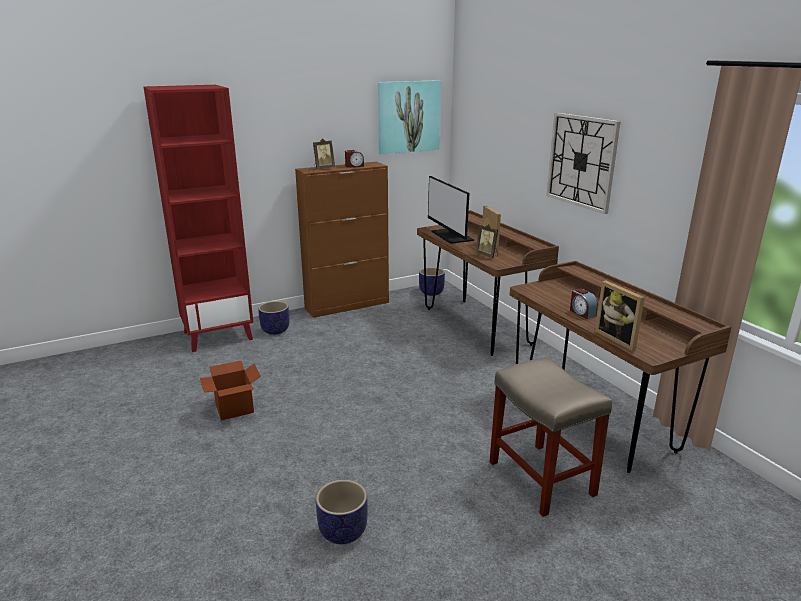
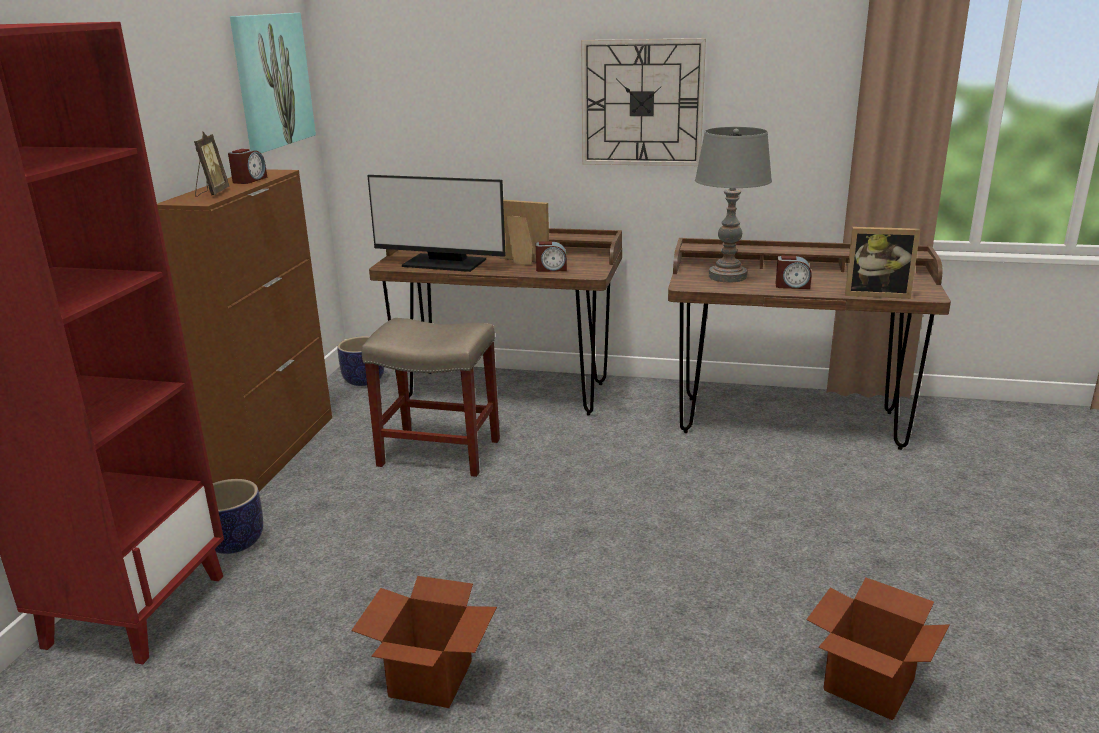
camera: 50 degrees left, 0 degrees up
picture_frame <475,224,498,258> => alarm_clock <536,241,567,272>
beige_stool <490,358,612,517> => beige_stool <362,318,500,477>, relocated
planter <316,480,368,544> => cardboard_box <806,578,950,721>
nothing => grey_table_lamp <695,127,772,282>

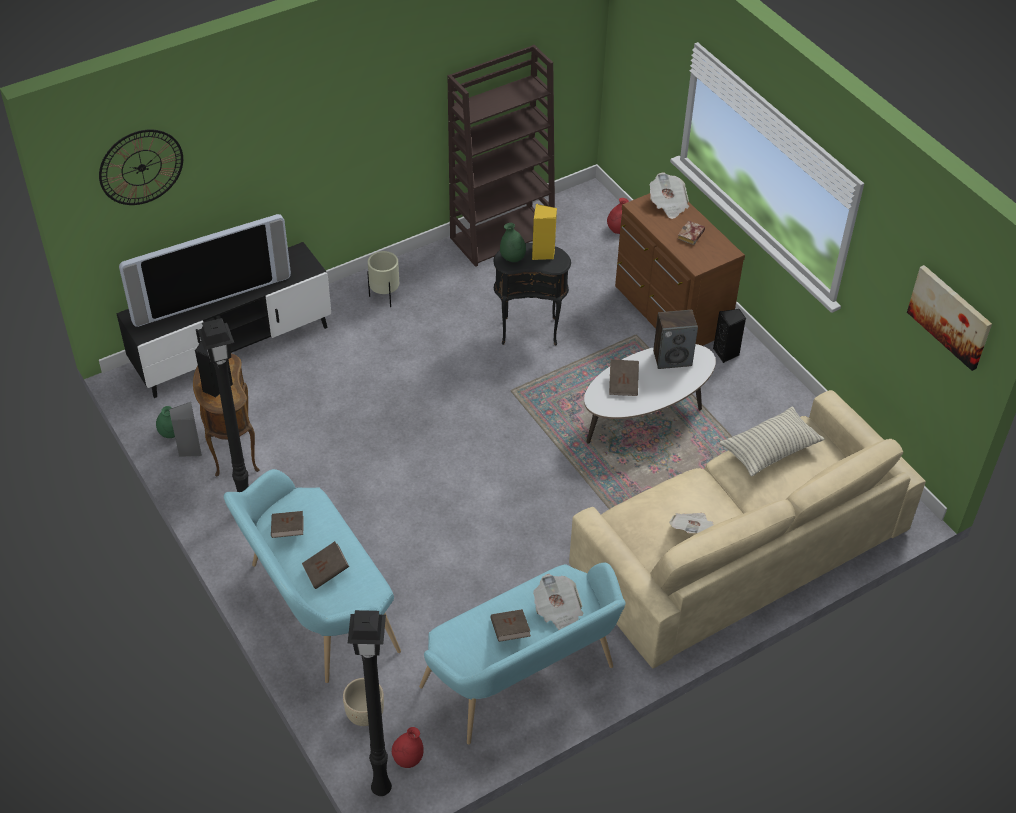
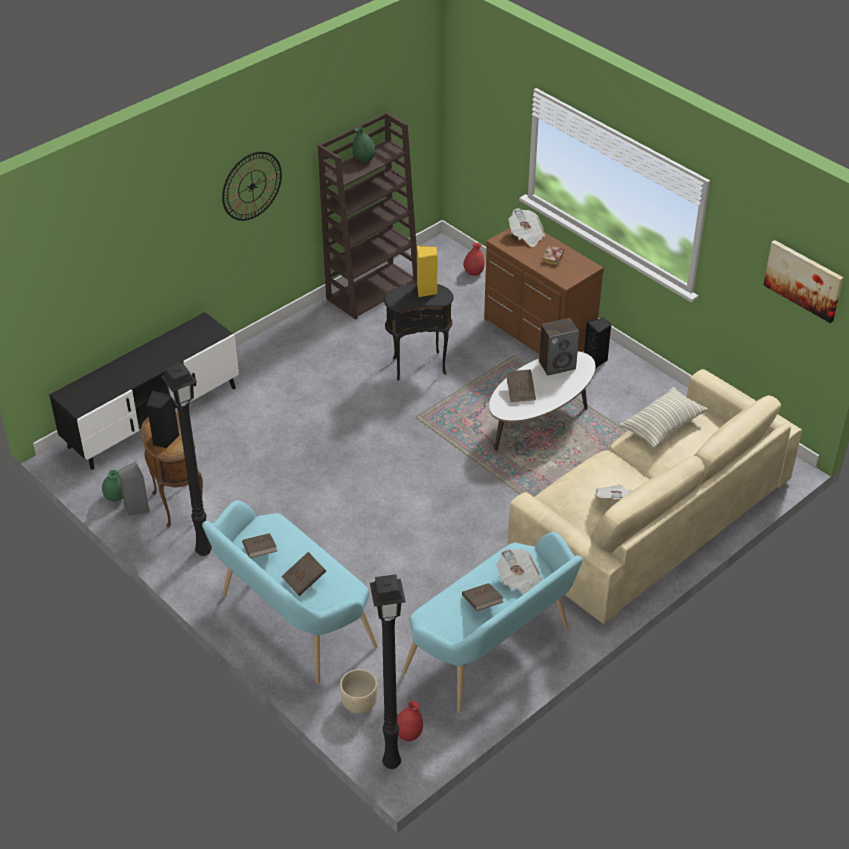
camera: 10 degrees left, 5 degrees down
wall_clock <99,129,183,205> => wall_clock <222,152,282,221>, relocated
television <119,214,291,327> => nothing
green_vase <500,223,526,262> => green_vase <353,126,375,162>, relocated
beige_planter <367,251,399,307> => nothing

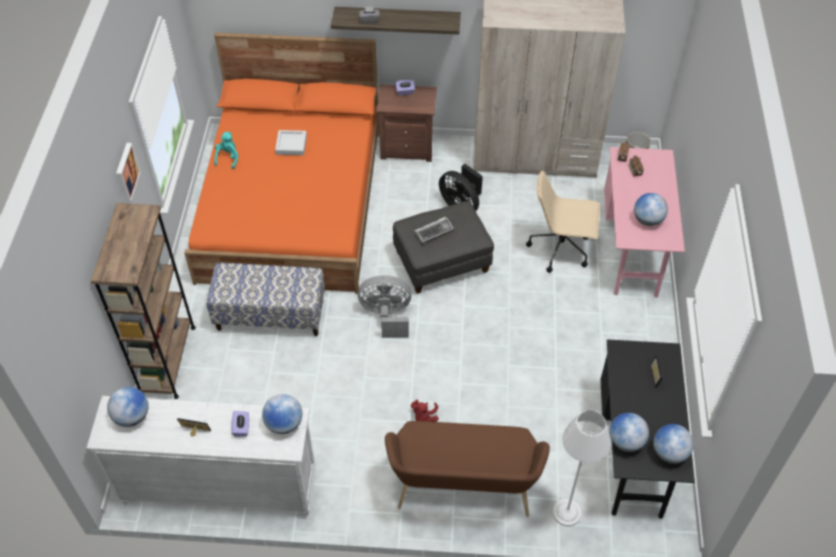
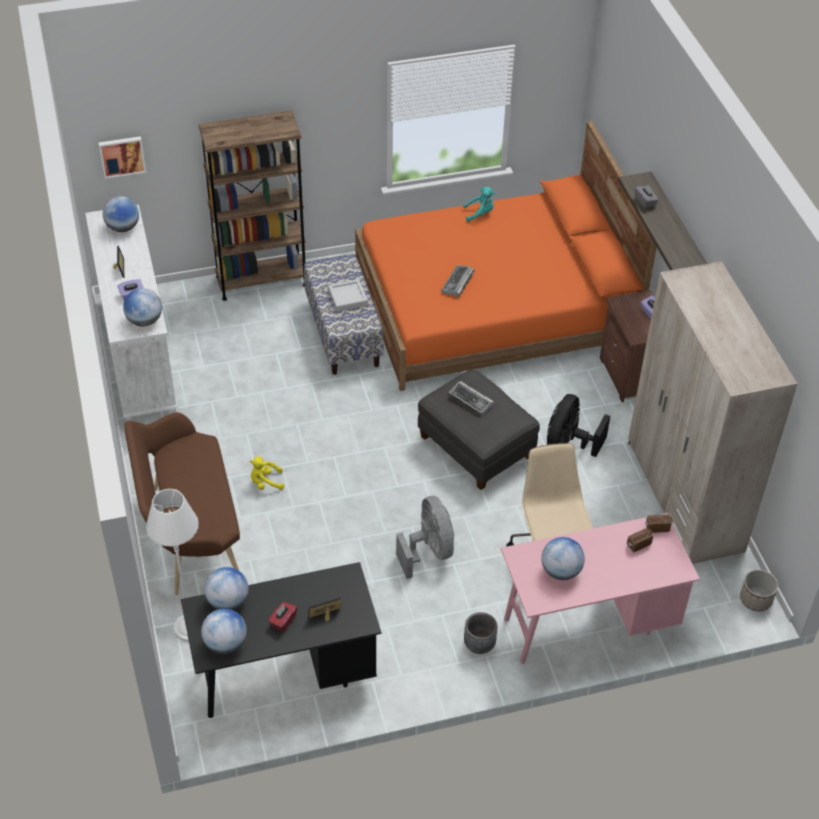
camera: 70 degrees right, 5 degrees down
grey_tray <275,130,307,155> => grey_tray <328,279,368,312>, relocated
picture <116,143,141,202> => picture <99,136,146,179>, relocated
grey_fan <358,275,411,338> => grey_fan <396,496,454,579>, relocated
red_plush_toy <411,399,439,422> => yellow_plush_toy <250,456,284,490>
nothing => keyboard <441,265,474,297>
nothing => red_tissue_box <268,602,297,632>
nothing => grey_planter <464,612,497,654>

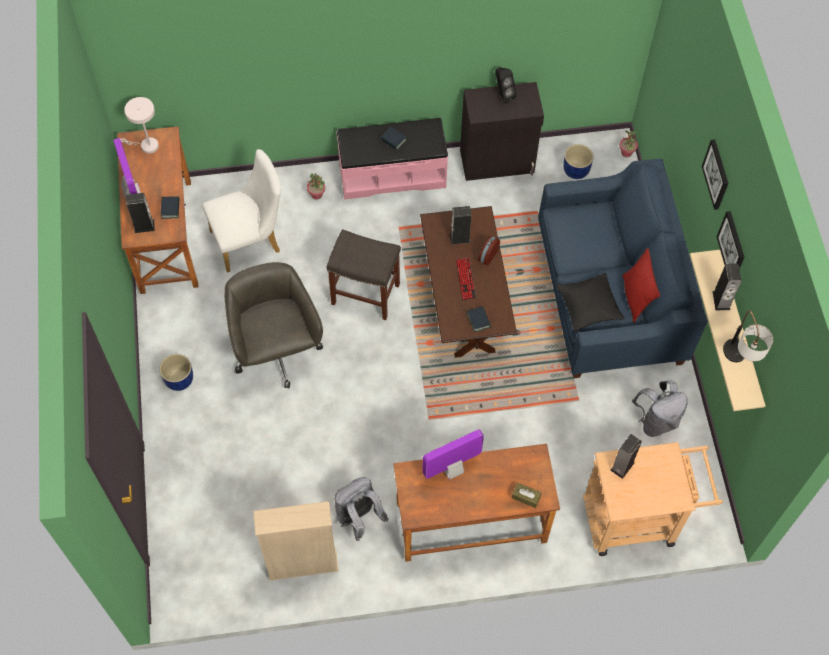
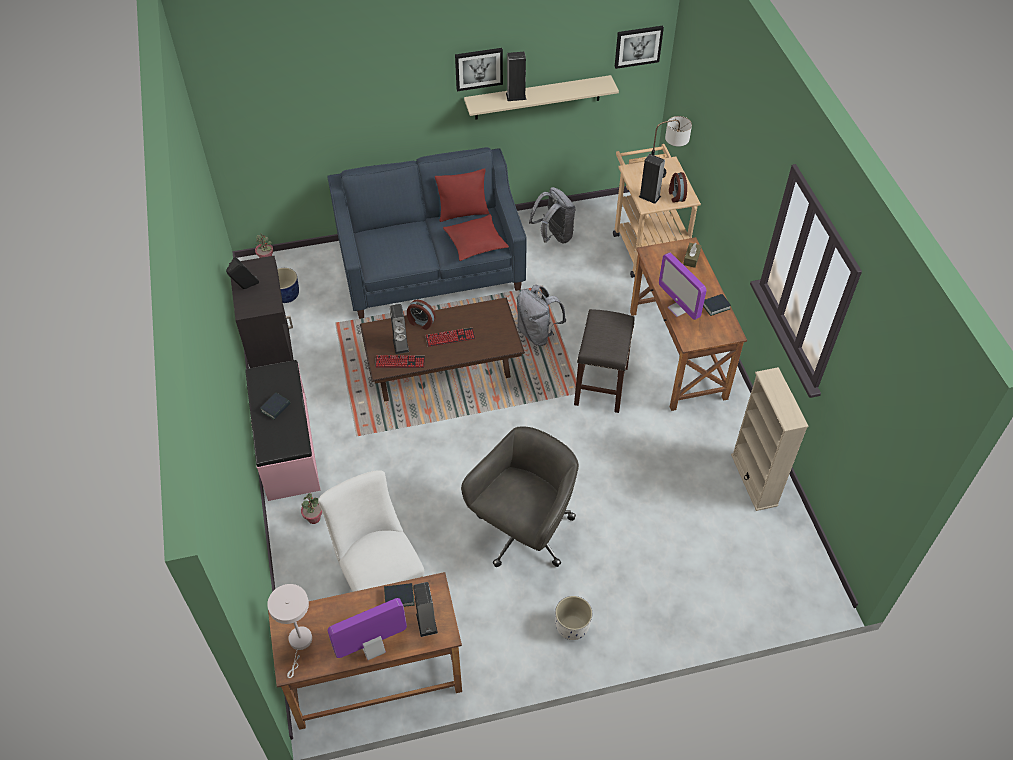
camera: 95 degrees left, 10 degrees down
picture <702,139,728,210> => picture <615,26,664,69>, relocated
grey_stool <327,229,401,320> => grey_stool <574,309,635,413>, relocated
grey_office_chair <225,262,323,388> => grey_office_chair <461,426,579,567>, 150 degrees clockwise
black_pillow <556,273,625,332> => red_pillow <443,214,509,261>
book <467,306,491,332> => book <703,294,731,316>, relocated
table_lamp <723,310,773,362> => table_lamp <652,116,692,178>, relocated
blue_planter <159,354,193,391> => white_planter <555,596,592,640>
grey_backpack <335,477,389,541> => grey_backpack <517,285,566,346>, relocated
nothing => alarm_clock <669,172,687,203>
nothing => keyboard <375,355,425,368>

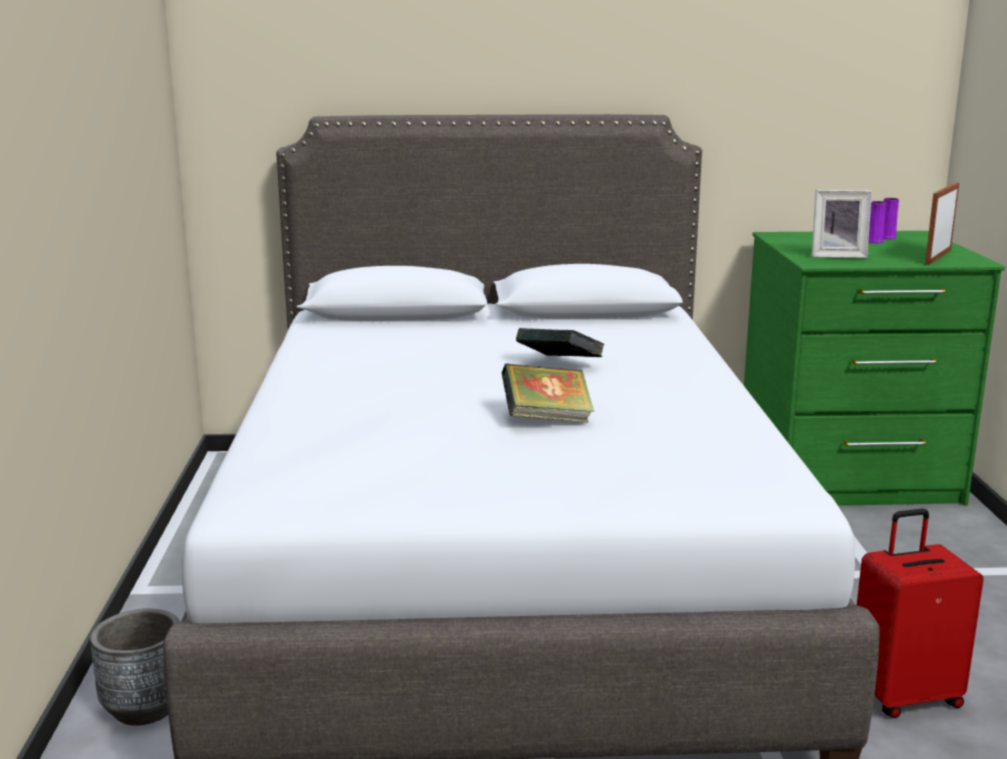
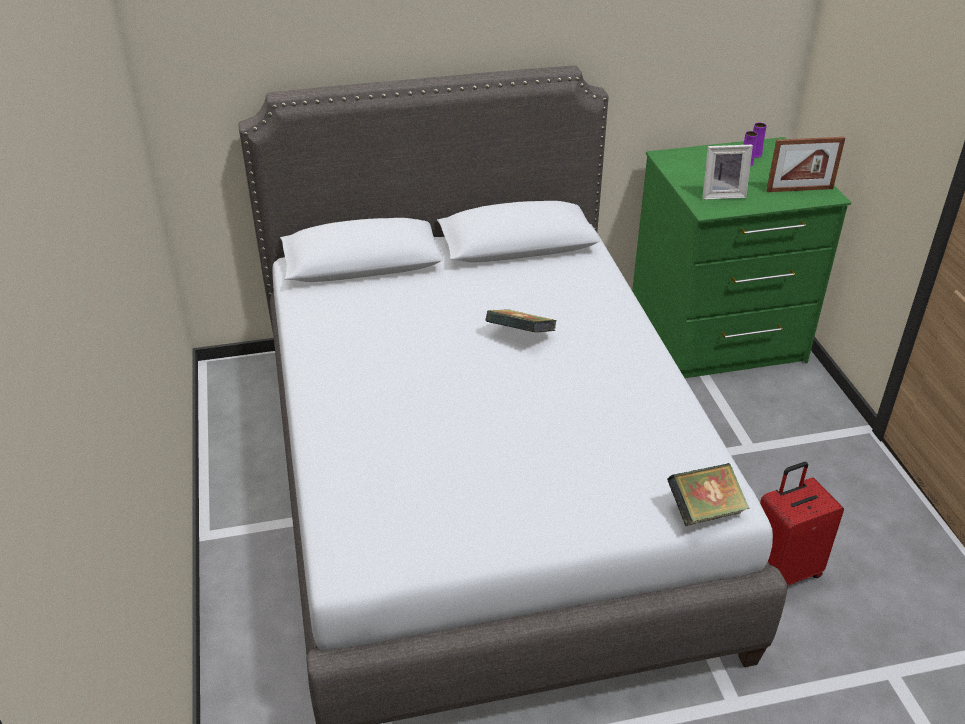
camera: 10 degrees left, 20 degrees up
picture_frame <925,182,959,265> => picture_frame <766,137,845,192>, 120 degrees counterclockwise
book <502,363,594,423> => book <667,463,749,526>, relocated
grey_planter <90,608,180,725> => nothing

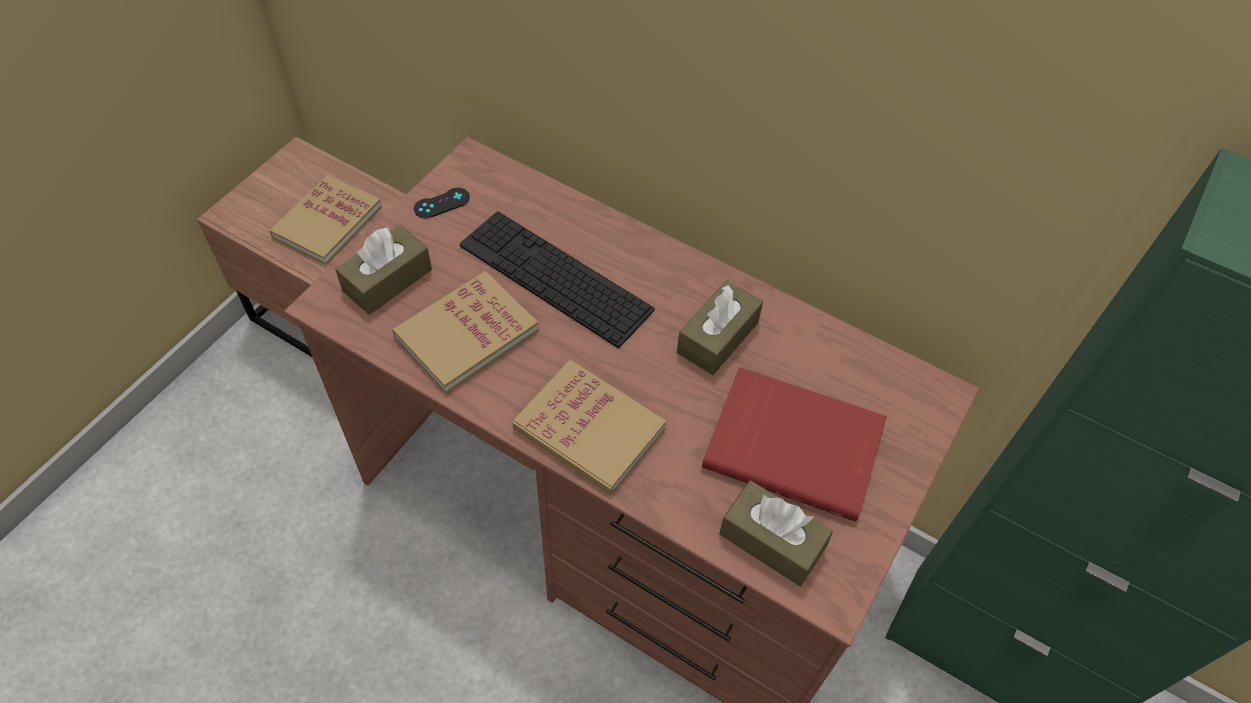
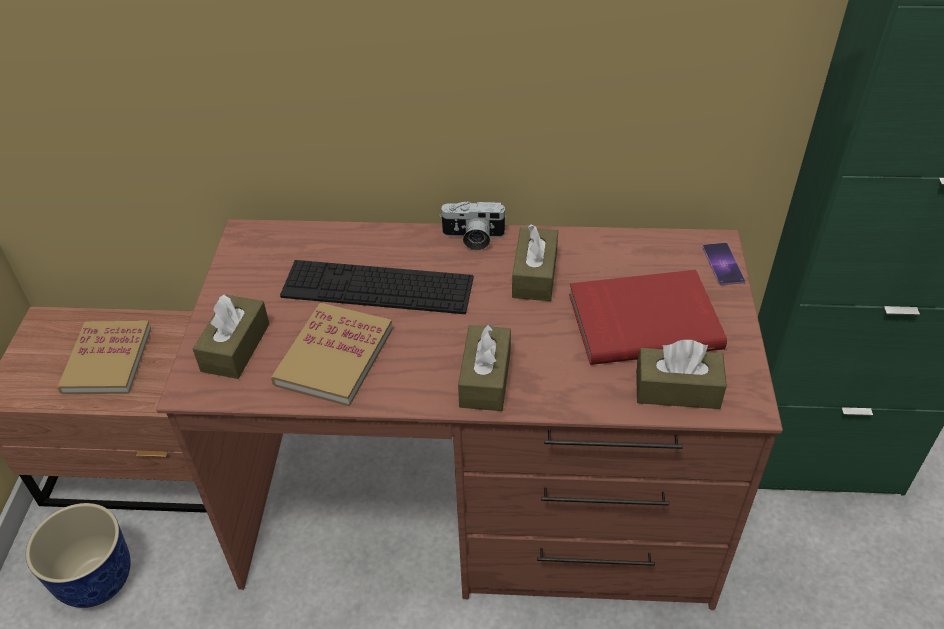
camera: 25 degrees left, 10 degrees down
black_game_controller <414,188,470,218> => nothing
book <512,360,666,495> => brown_tissue_box <458,324,511,411>
nothing => photo_camera <439,201,507,250>
nothing => phone <702,243,745,285>
nothing => planter <26,503,131,608>

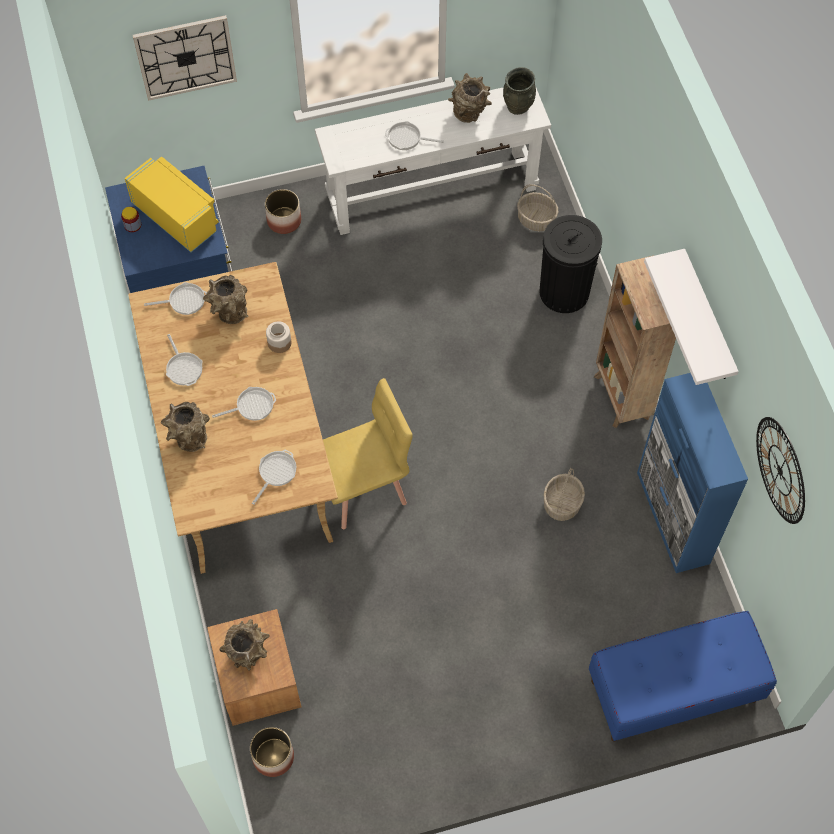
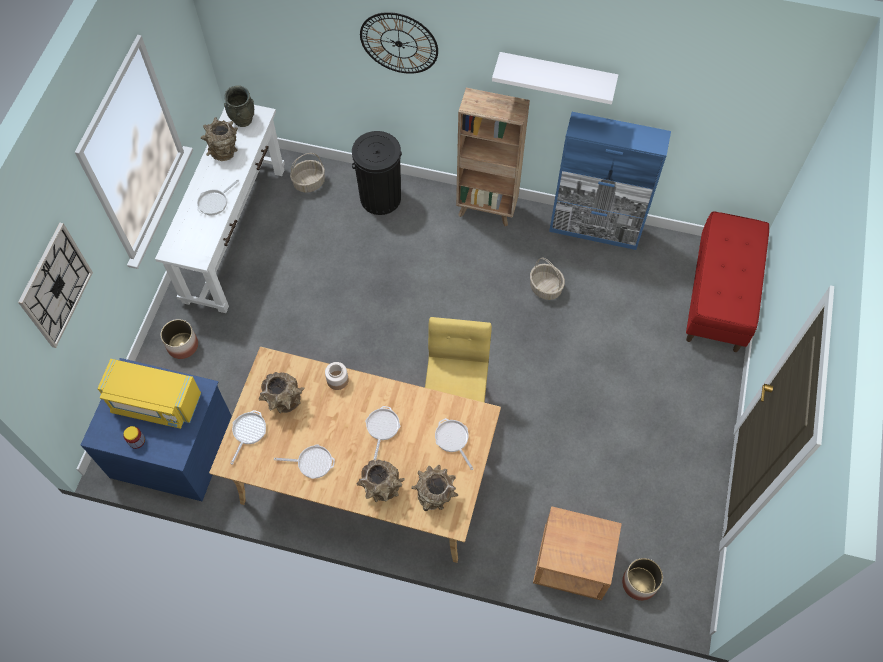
camera: 60 degrees left, 0 degrees up
yellow_microwave <125,156,219,252> => yellow_microwave <97,359,201,429>, 150 degrees counterclockwise
wall_clock <756,417,805,524> => wall_clock <360,12,438,74>, relocated
blue_bench <589,611,777,742> => red_bench <686,211,769,352>
brown_vase <220,619,270,671> => brown_vase <411,465,458,511>, relocated

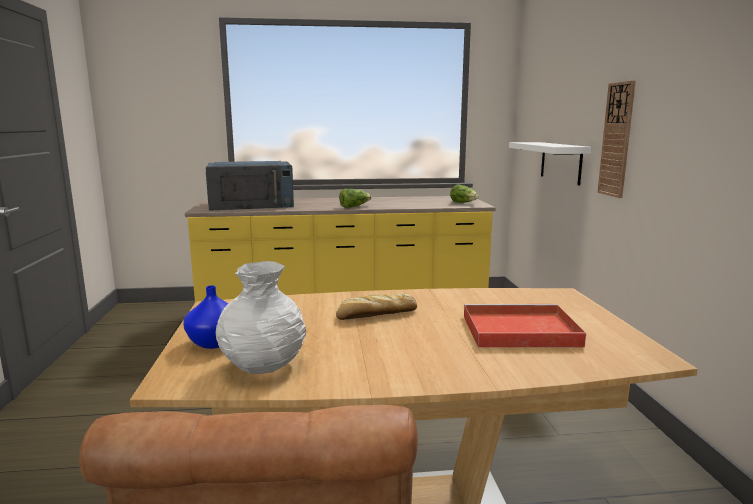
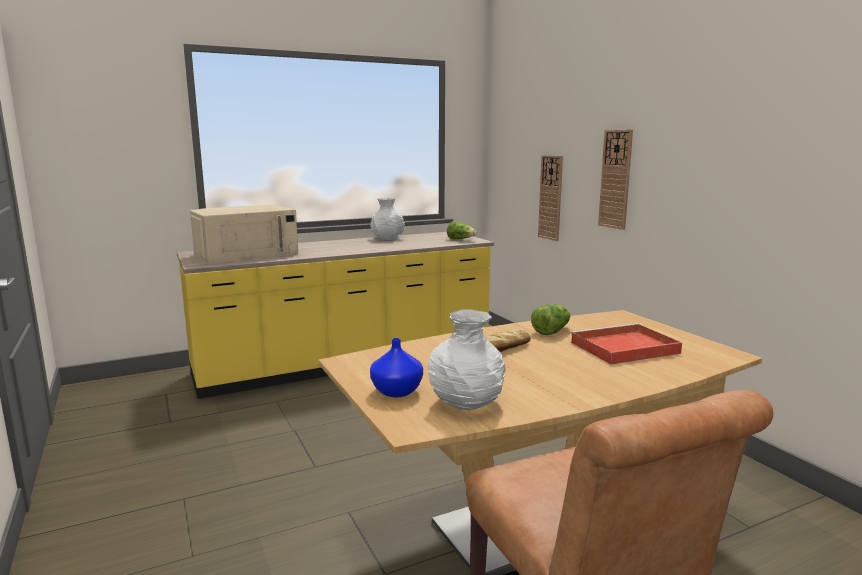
camera: 20 degrees left, 0 degrees up
white_shelf <509,142,591,186> => wall_clock <538,155,563,241>
blue_microwave <206,161,294,211> => beige_microwave <190,204,298,264>
lettuce <339,189,372,208> => lettuce <531,304,570,335>, relocated
nothing => white_vase <370,198,405,240>

